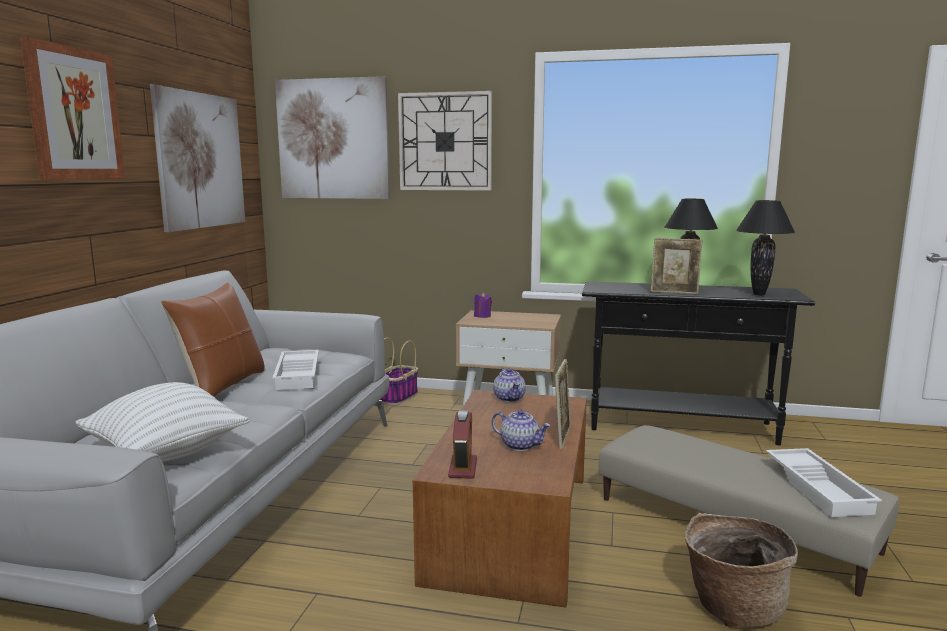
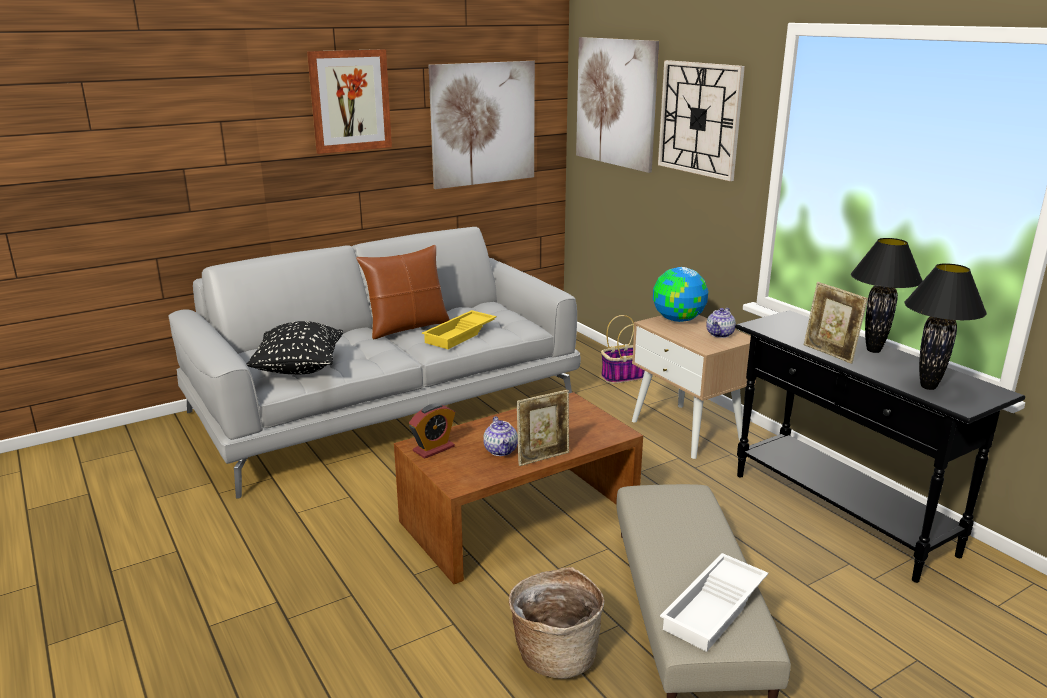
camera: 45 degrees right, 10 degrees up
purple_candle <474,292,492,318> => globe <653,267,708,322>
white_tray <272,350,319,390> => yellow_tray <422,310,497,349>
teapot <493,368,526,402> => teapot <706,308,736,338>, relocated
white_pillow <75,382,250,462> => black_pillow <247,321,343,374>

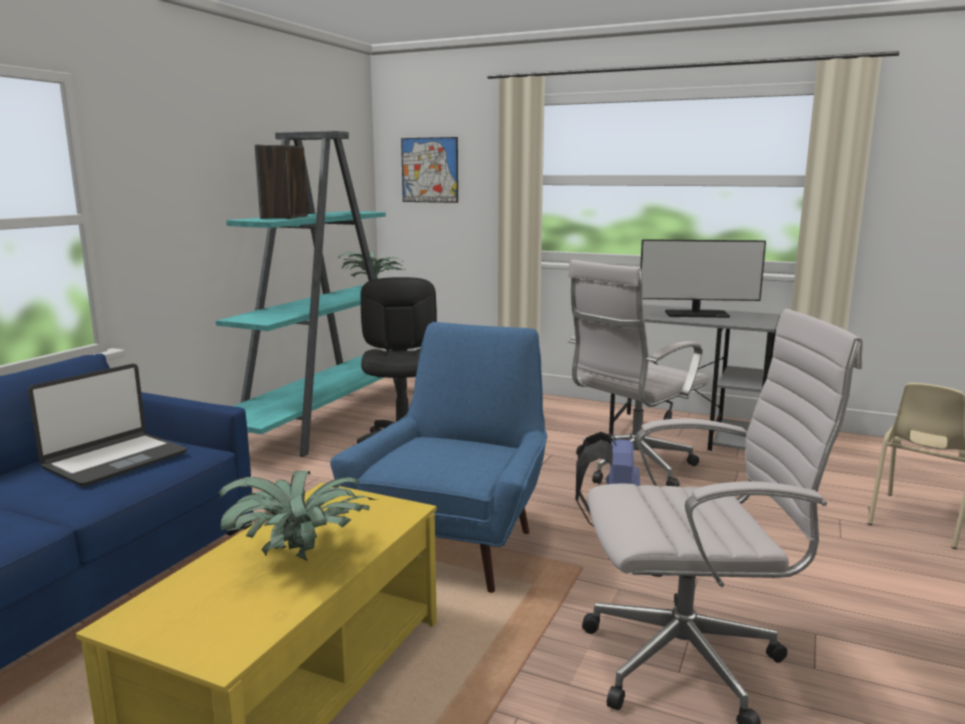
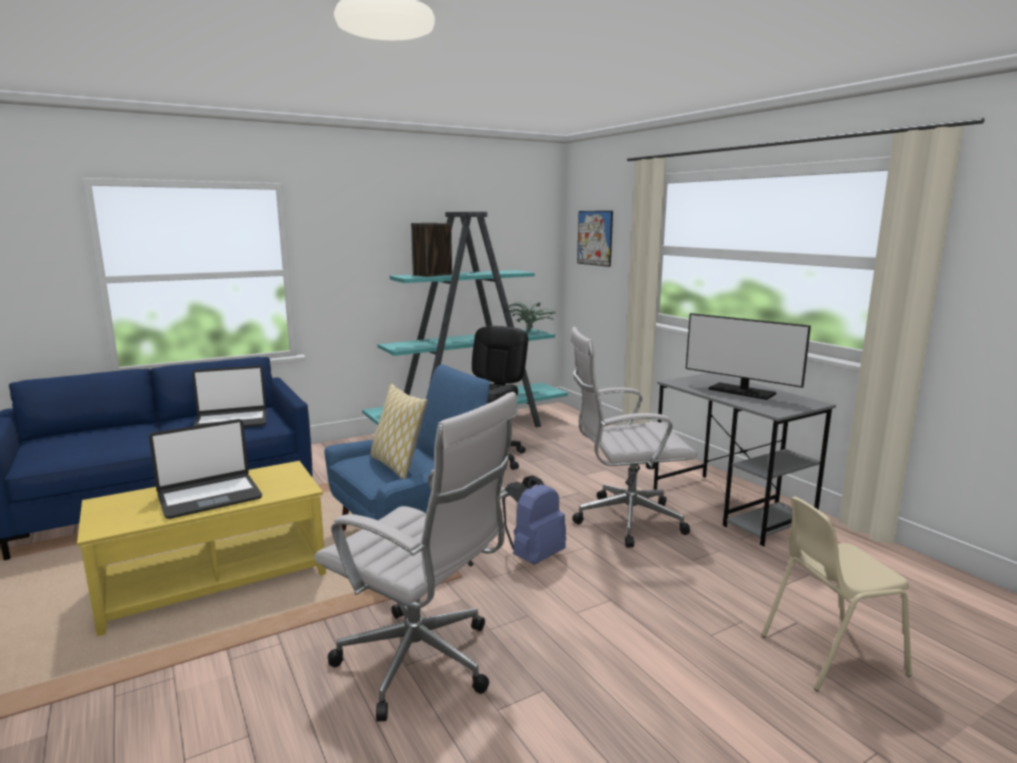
camera: 35 degrees right, 0 degrees up
potted_plant <219,471,377,561> => laptop <149,419,262,519>
nothing => pillow <370,383,428,479>

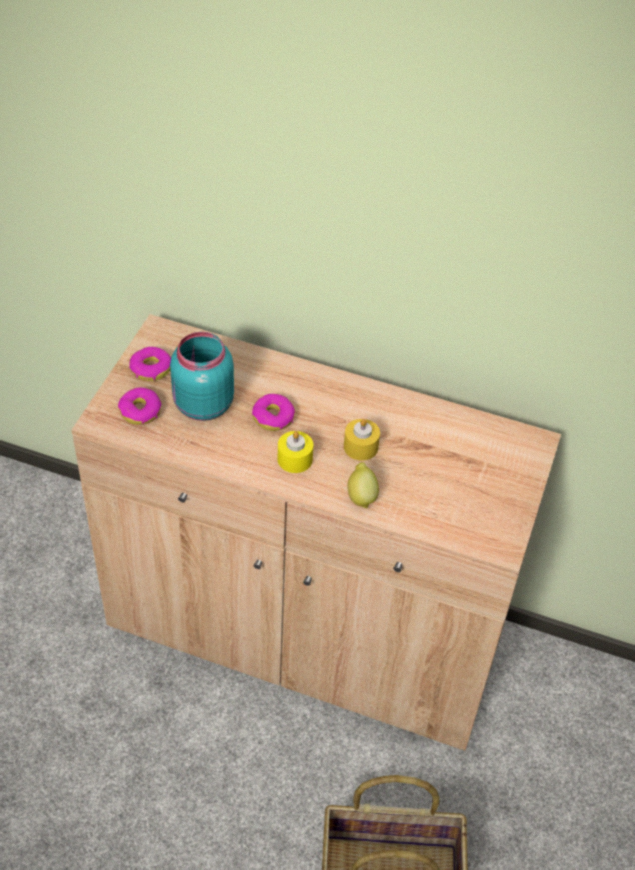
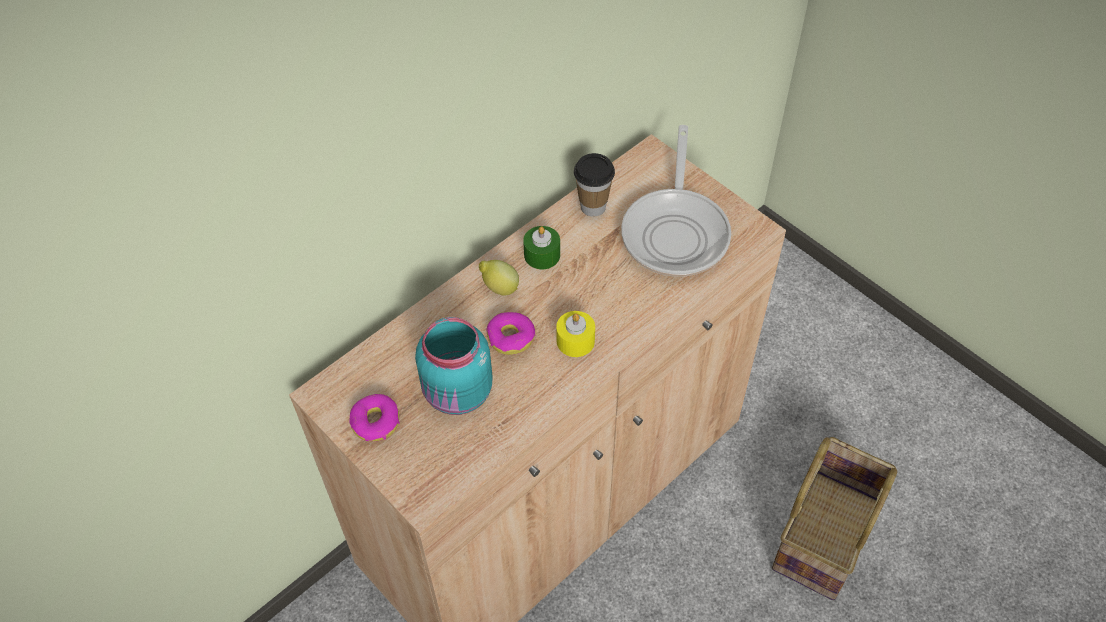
camera: 60 degrees left, 5 degrees up
donut <118,387,162,425> => nothing
yellow_candle <344,419,380,460> => nothing
lemon <347,462,379,509> => lemon <479,260,519,295>, relocated
nothing => frying_pan <621,125,731,277>
nothing => cup <574,153,615,217>
nothing => green_candle <523,226,560,270>

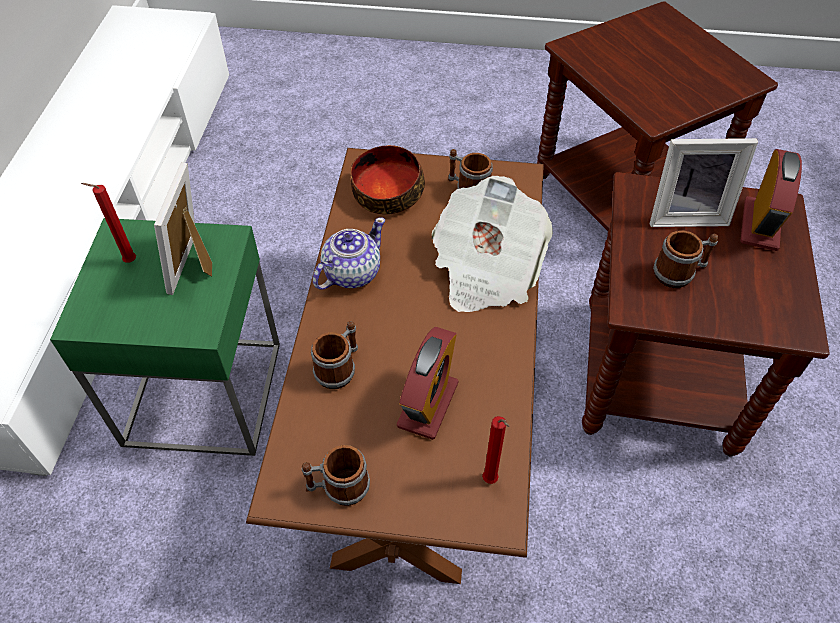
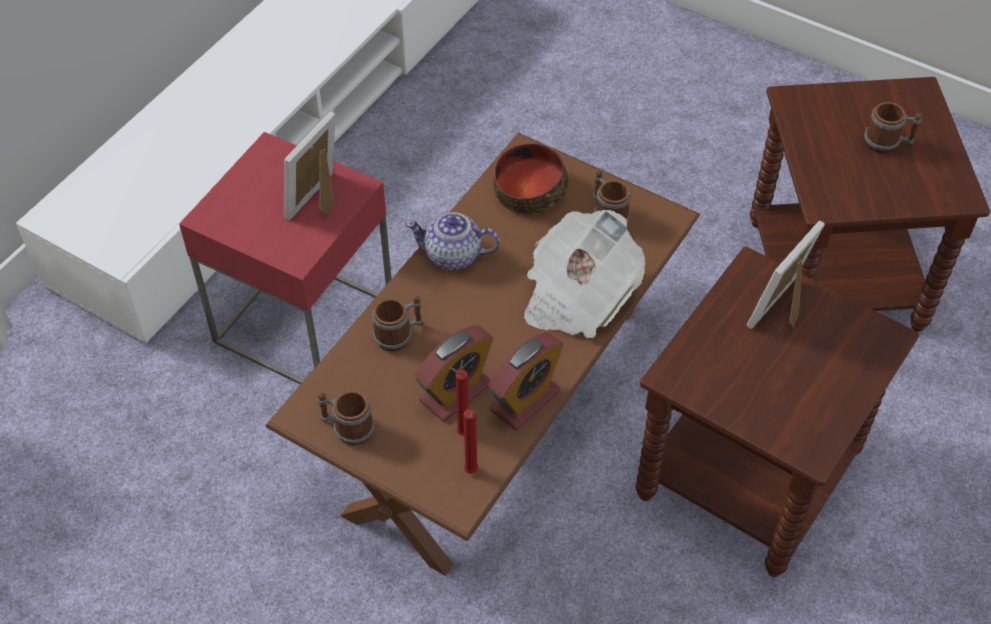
camera: 25 degrees right, 0 degrees up
picture_frame <650,138,758,227> => picture_frame <747,221,825,330>, 105 degrees clockwise
alarm_clock <740,149,802,251> => alarm_clock <488,332,563,430>, relocated
red_candle <81,183,136,263> => red_candle <448,367,469,436>, relocated
teapot <313,217,385,290> => teapot <405,212,500,270>, 150 degrees counterclockwise
green_side_table <50,218,280,456> => red_side_table <179,132,392,385>
mug <653,230,718,288> => mug <864,102,922,153>, relocated

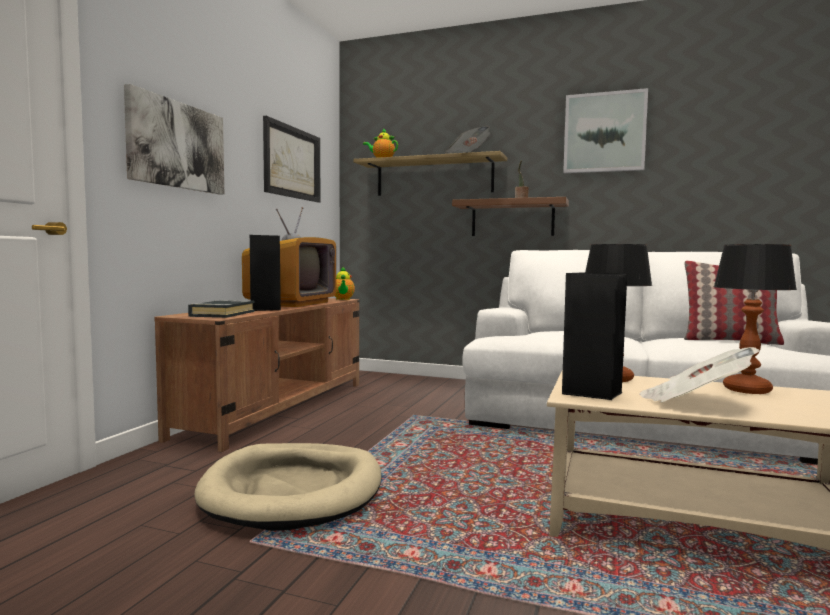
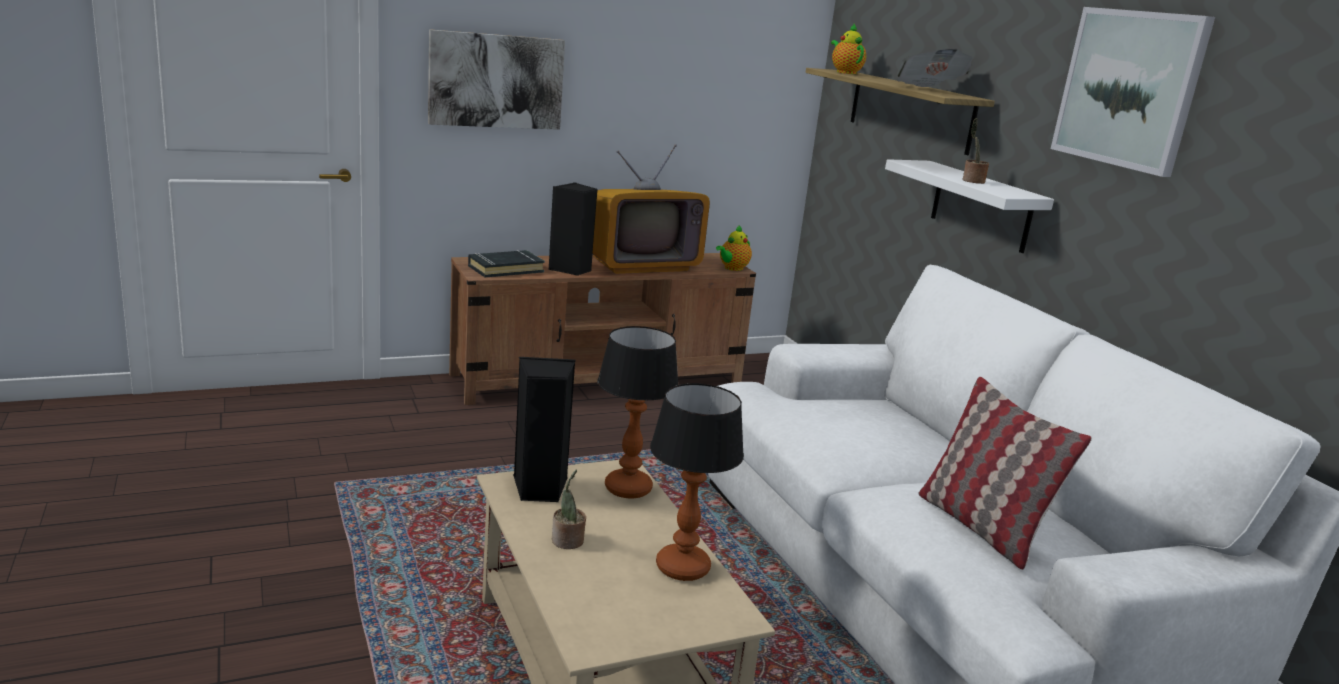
camera: 45 degrees right, 15 degrees up
picture <263,116,320,202> => nothing
brown_shelf <452,197,569,236> => white_shelf <885,159,1054,253>
newspaper <639,347,760,402> => potted_plant <552,469,586,549>
beige_dog_bed <194,443,382,531> => nothing

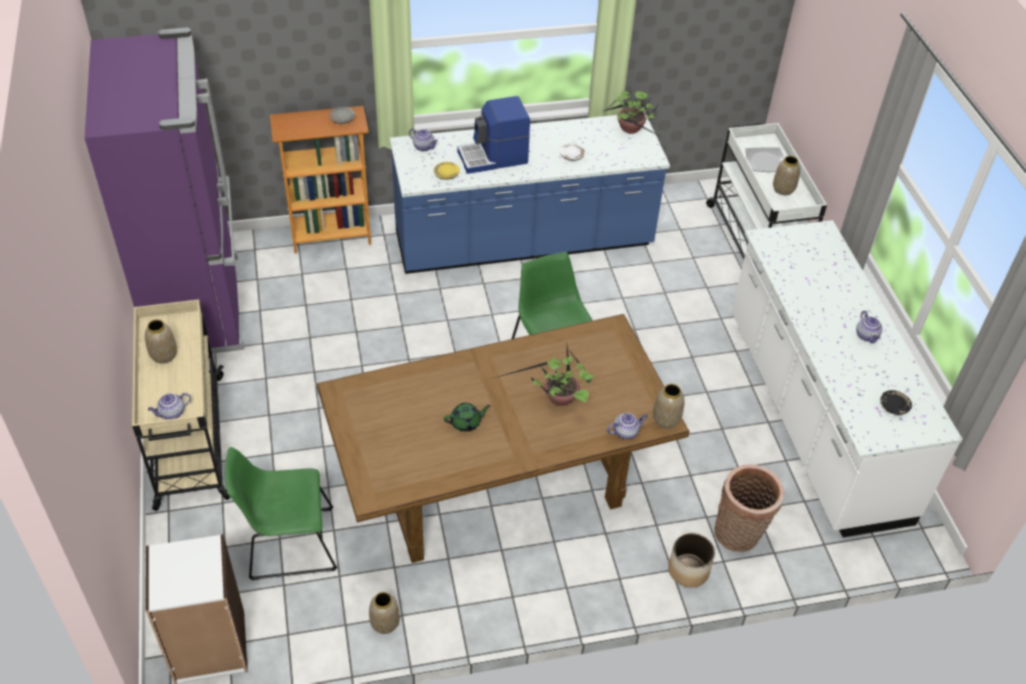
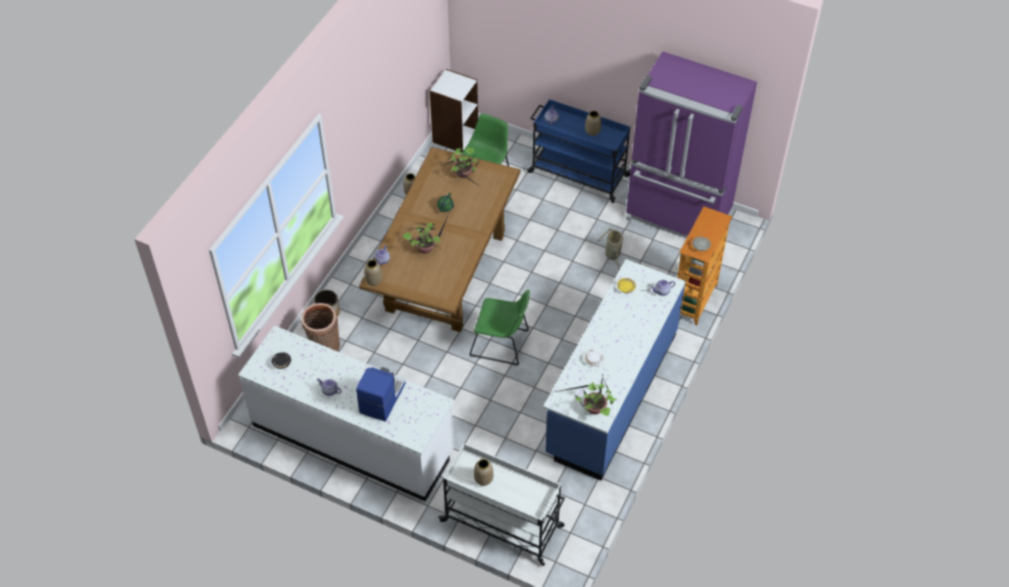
camera: 130 degrees right, 5 degrees up
coffee_machine <457,96,530,174> => coffee_machine <356,367,405,421>, relocated
plate <746,147,785,172> => nothing
beige_cart <132,299,230,511> => blue_cart <527,99,631,203>
nothing => potted_plant <441,148,480,185>
nothing => basket <598,228,623,270>

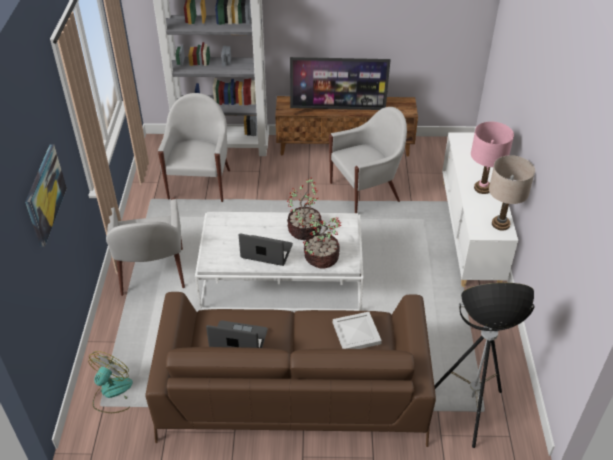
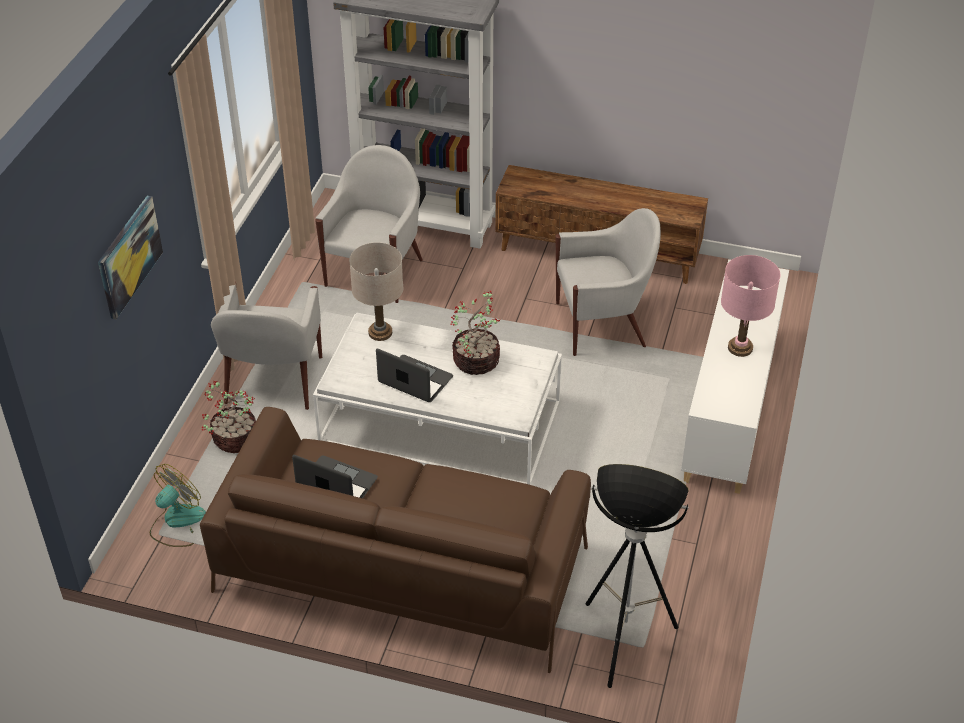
camera: 15 degrees right, 0 degrees up
television <290,57,391,110> => nothing
beige_table_lamp <489,155,535,231> => beige_table_lamp <349,242,403,341>, relocated
potted_plant <303,214,341,268> => potted_plant <202,381,256,453>, relocated
white_tray <333,312,382,349> => nothing

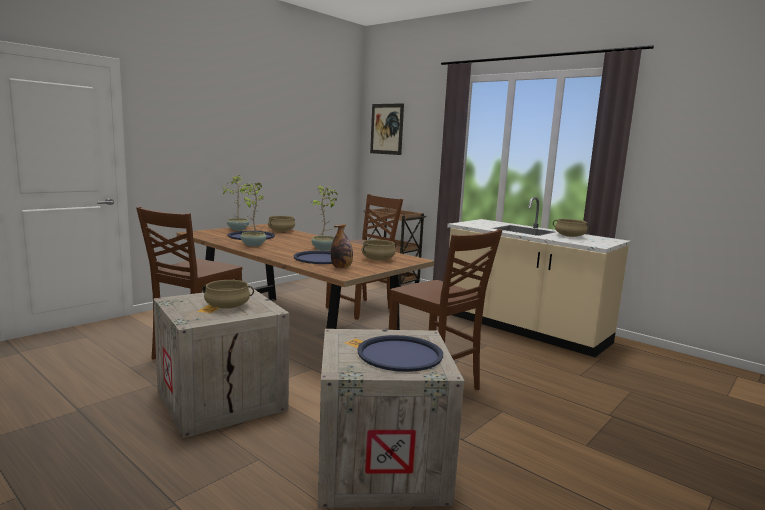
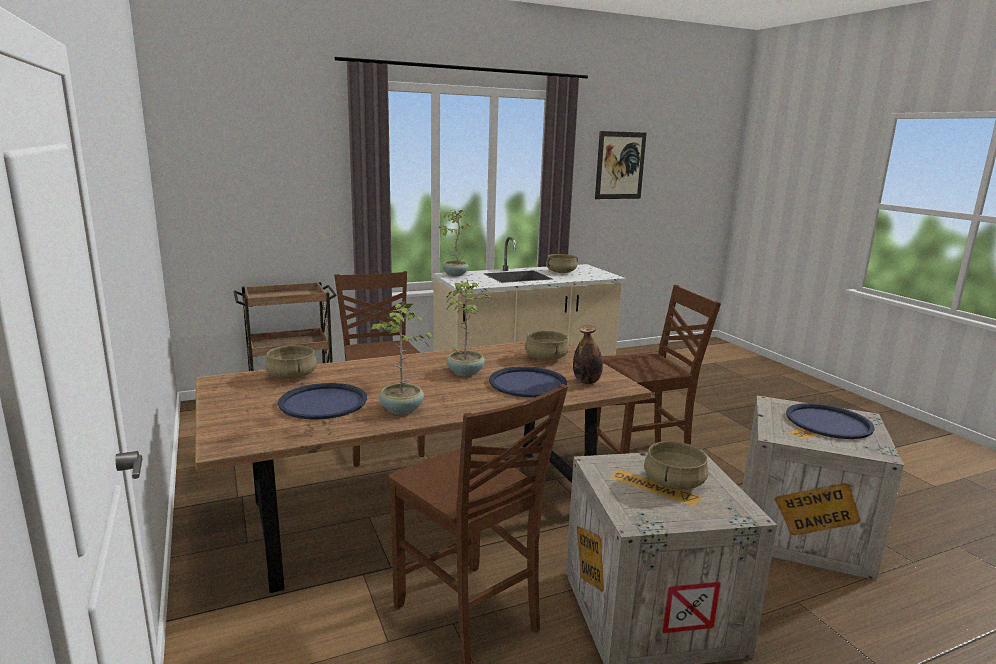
camera: 65 degrees left, 5 degrees up
picture <370,103,404,155> => picture <595,131,647,199>, relocated
potted_plant <221,175,249,230> => potted_plant <439,209,472,276>, relocated

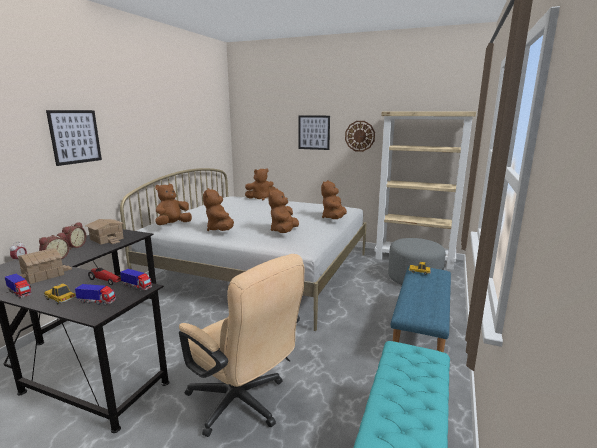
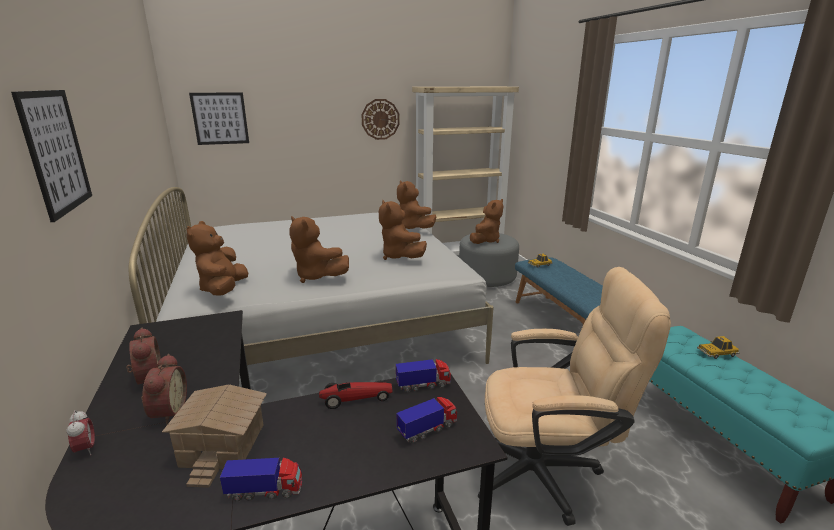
camera: 40 degrees left, 5 degrees up
picture <299,116,330,150> => picture <189,92,249,145>, relocated
brown_plush_toy <245,168,276,200> => brown_plush_toy <470,199,503,244>, relocated
toy_house <85,219,124,245> => nothing
toy_car <43,283,76,304> => toy_car <697,336,740,359>, relocated

